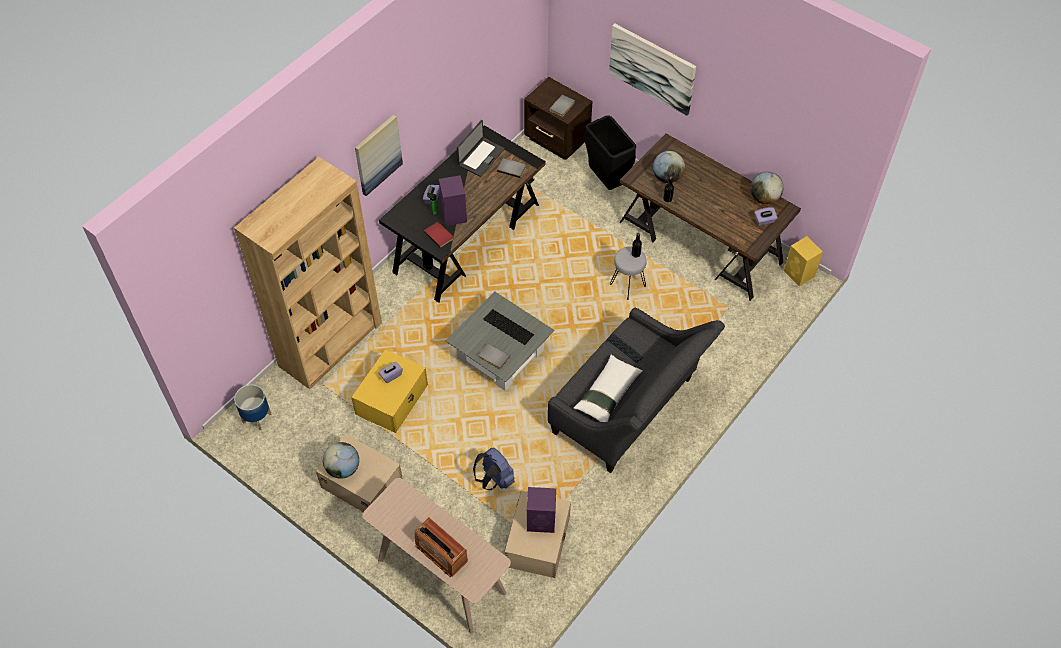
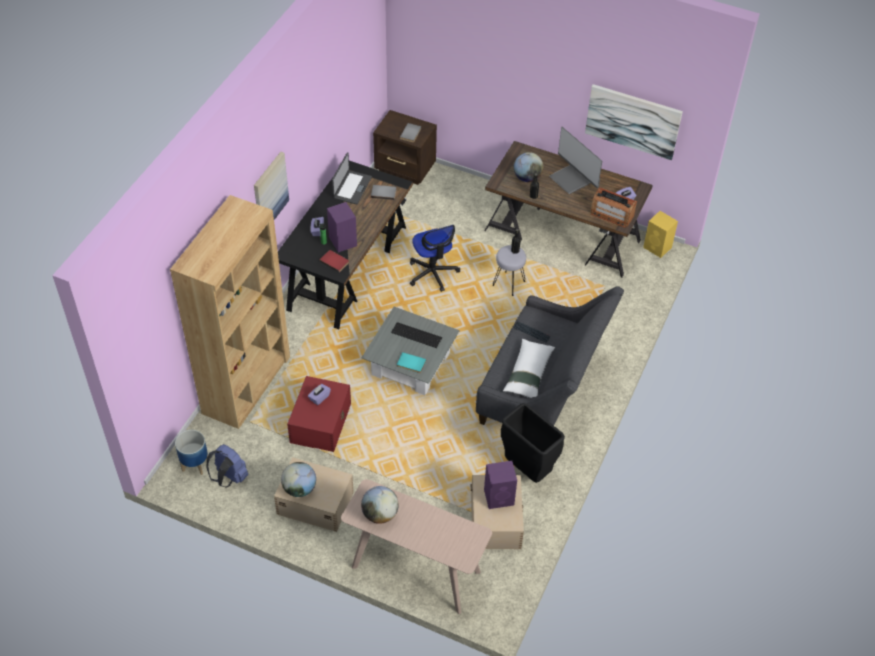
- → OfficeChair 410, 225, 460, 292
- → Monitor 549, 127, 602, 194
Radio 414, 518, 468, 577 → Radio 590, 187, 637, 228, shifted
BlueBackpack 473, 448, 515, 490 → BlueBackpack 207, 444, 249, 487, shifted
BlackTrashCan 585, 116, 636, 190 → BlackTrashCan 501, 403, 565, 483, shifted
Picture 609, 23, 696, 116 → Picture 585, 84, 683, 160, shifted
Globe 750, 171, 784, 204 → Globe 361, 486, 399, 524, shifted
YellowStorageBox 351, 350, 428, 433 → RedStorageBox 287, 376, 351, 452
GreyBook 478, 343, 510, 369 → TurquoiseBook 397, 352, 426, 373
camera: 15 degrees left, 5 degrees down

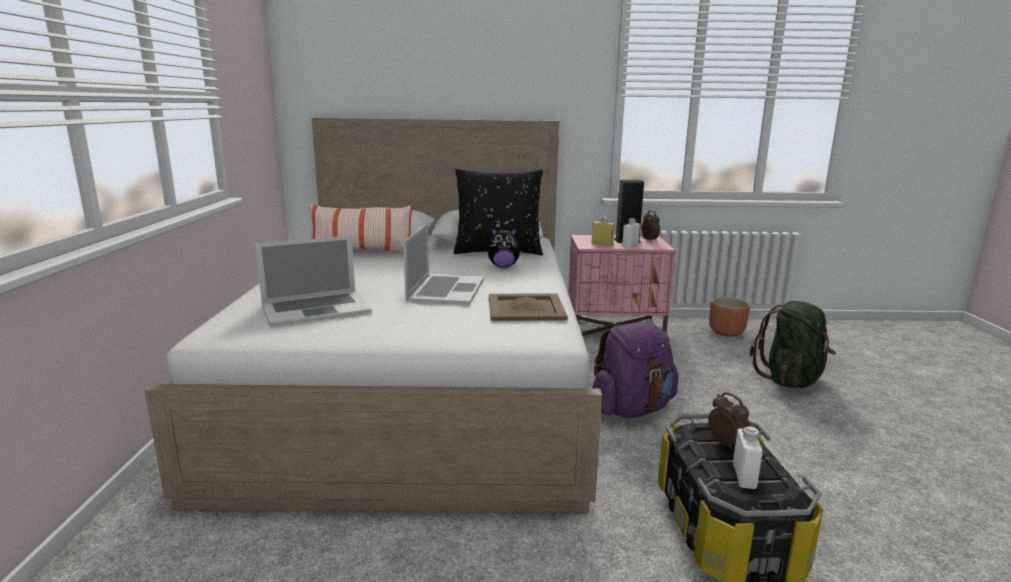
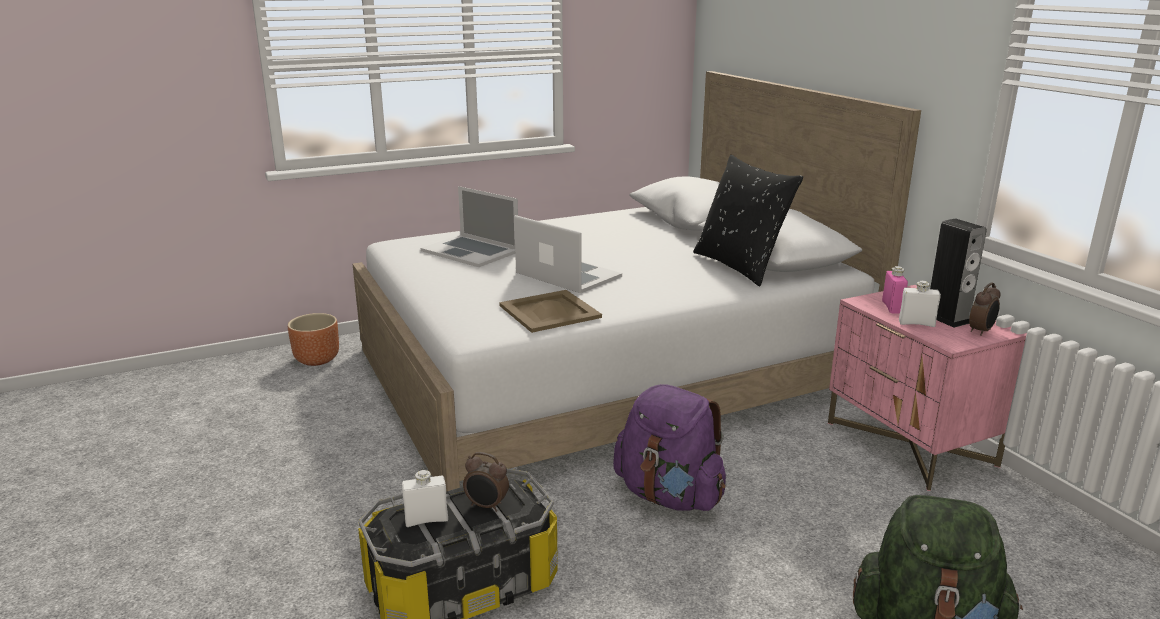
Pillow 309, 203, 413, 252 → -
PlushToy 488, 228, 522, 267 → -
BrownPlanter 709, 297, 750, 337 → BrownPlanter 288, 313, 339, 366, shifted
YellowBottle 592, 216, 615, 246 → PinkBottle 882, 266, 908, 314
Laptop 403, 224, 484, 305 → Laptop 514, 215, 622, 293, 120 degrees counterclockwise
AlarmClock 708, 392, 750, 451 → AlarmClock 463, 452, 509, 512, 75 degrees clockwise
camera: 65 degrees right, 5 degrees up

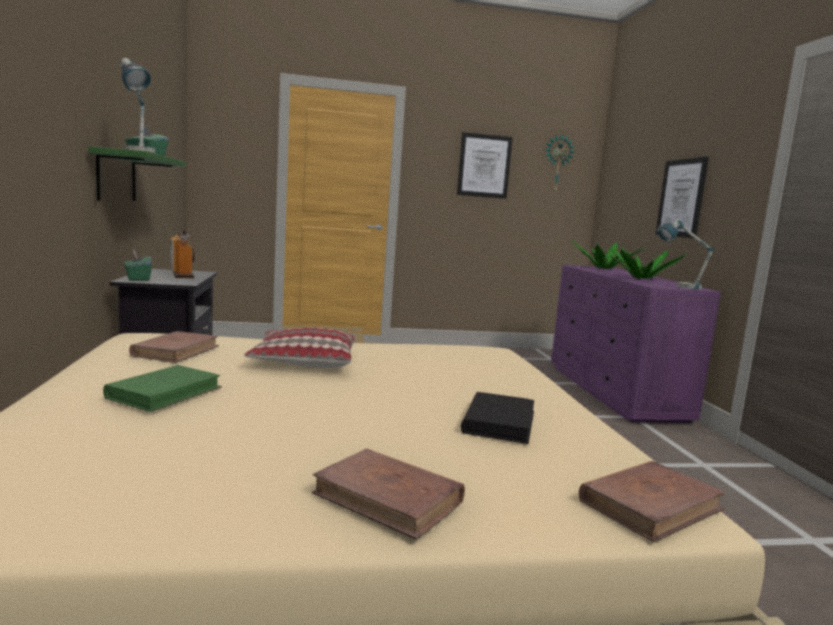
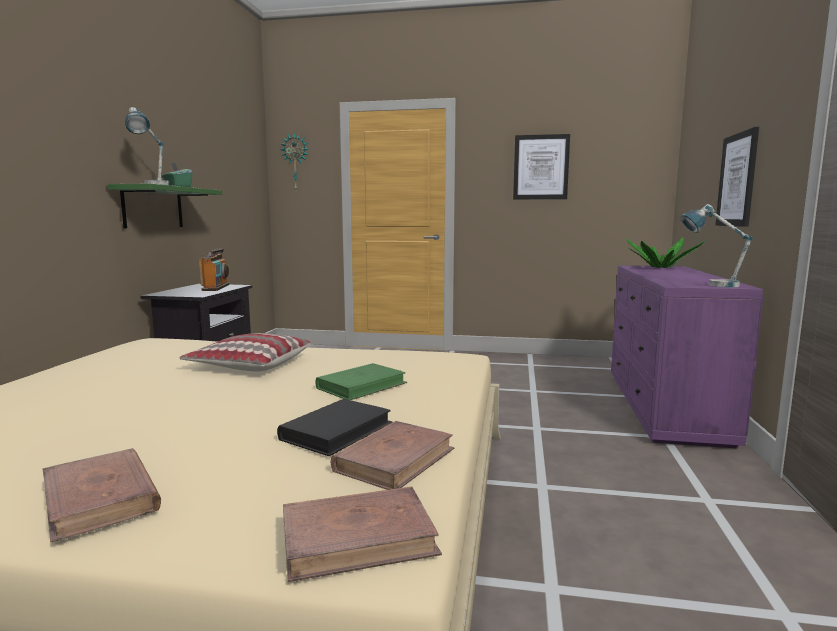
GreenTissueBox 124, 250, 152, 281 → -
PottedPlant 610, 245, 685, 279 → -
GreenBook 103, 365, 222, 412 → GreenBook 315, 363, 407, 400, shifted
BrownBook 129, 331, 219, 363 → BrownBook 331, 421, 454, 490, shifted
WallClock 545, 135, 574, 193 → WallClock 280, 134, 309, 190, shifted
camera: 20 degrees right, 0 degrees up

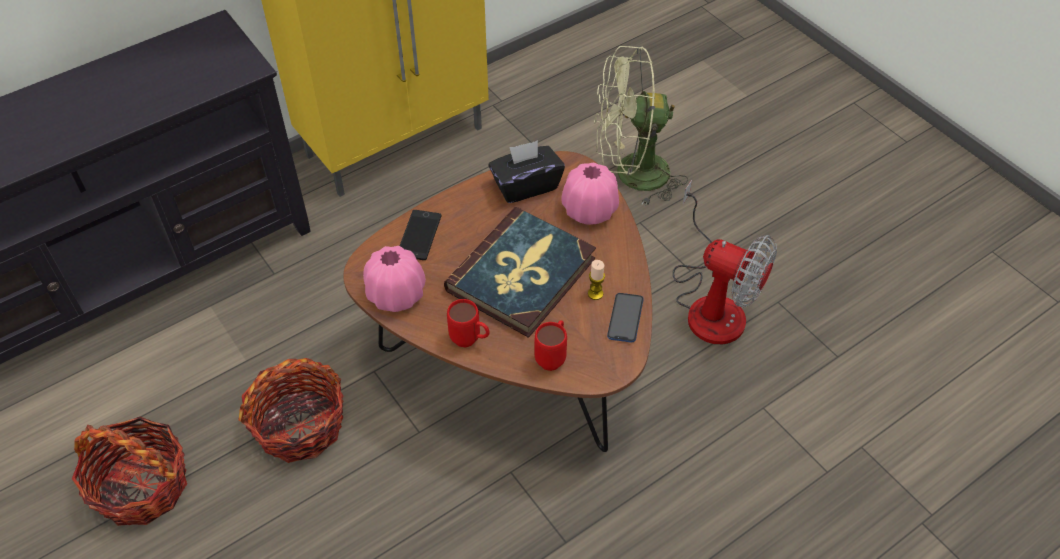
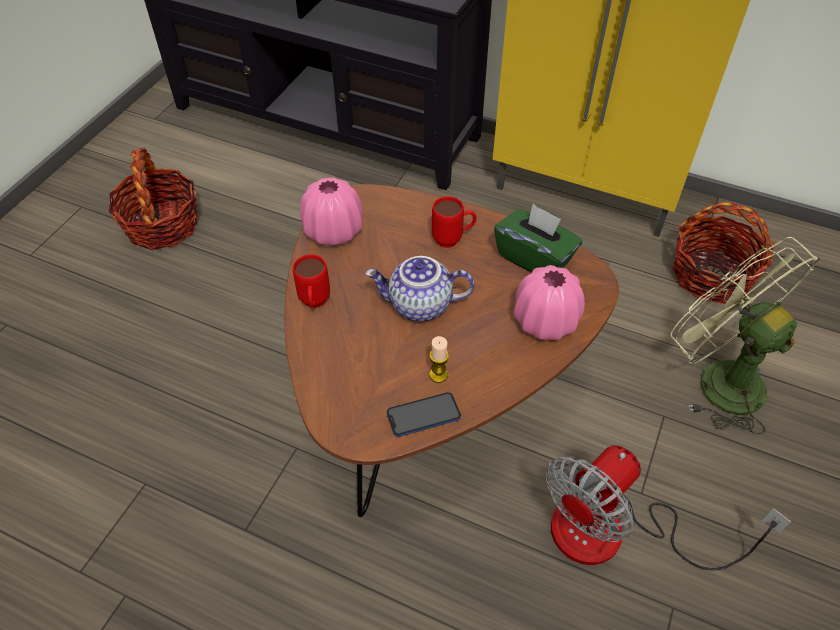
Phone 400, 210, 441, 260 → -
Basket 239, 358, 344, 463 → Basket 672, 202, 774, 304, shifted
RedMug 534, 320, 567, 371 → RedMug 432, 196, 477, 248, shifted
Book 444, 207, 596, 338 → Teapot 365, 256, 475, 321
BlackTissueBox 488, 140, 565, 203 → GreenTissueBox 494, 204, 582, 273
Fan 673, 180, 777, 344 → Fan 546, 445, 792, 571, 45 degrees clockwise
camera: 60 degrees right, 0 degrees up

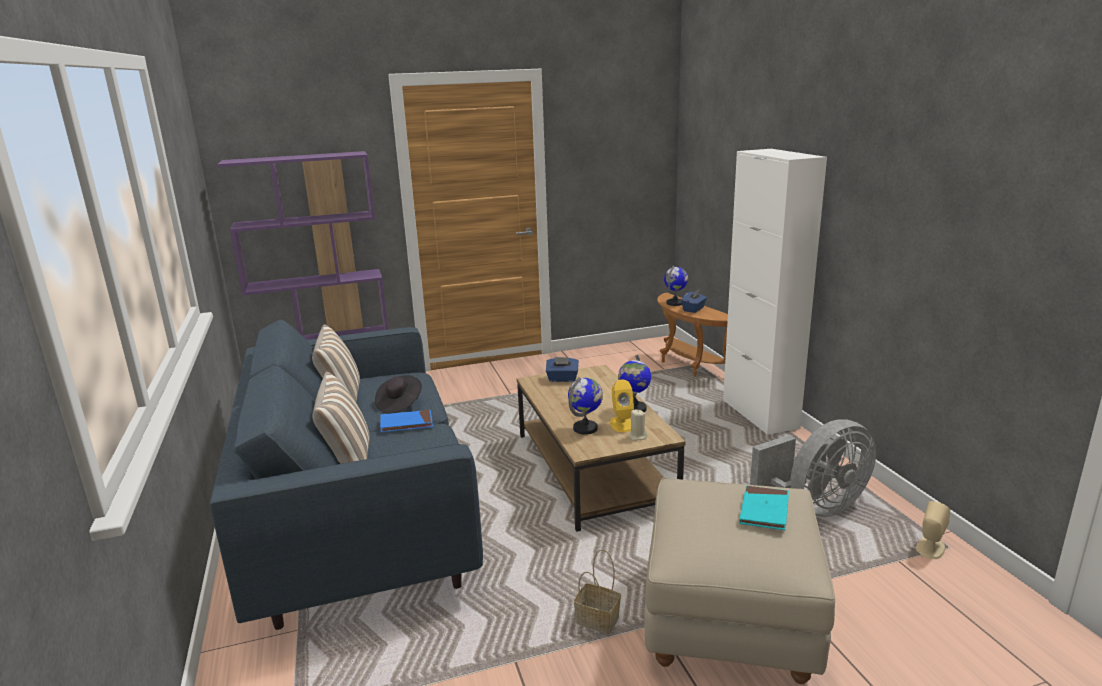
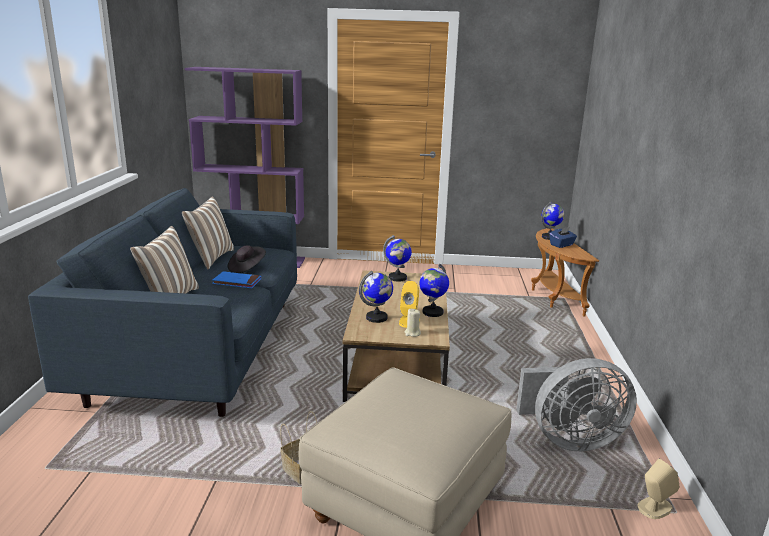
WhiteCabinet 723, 149, 827, 435 → -
TurquoiseBook 739, 486, 789, 530 → -
BlueTissueBox 546, 357, 579, 382 → Globe 383, 235, 412, 281
camera: 20 degrees right, 0 degrees up

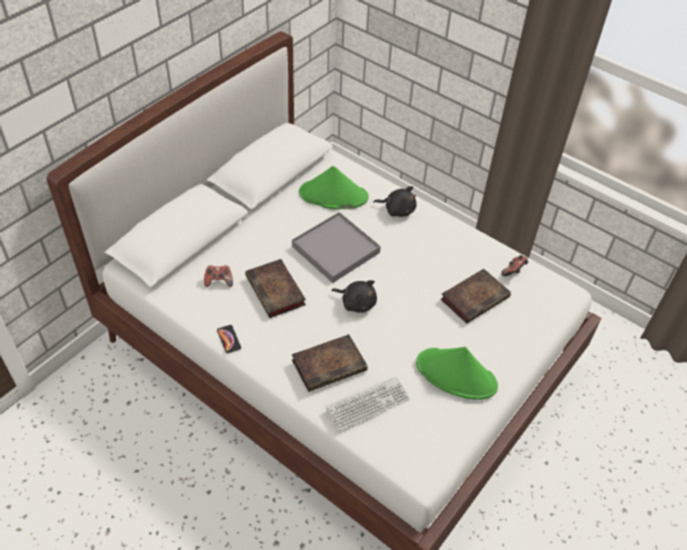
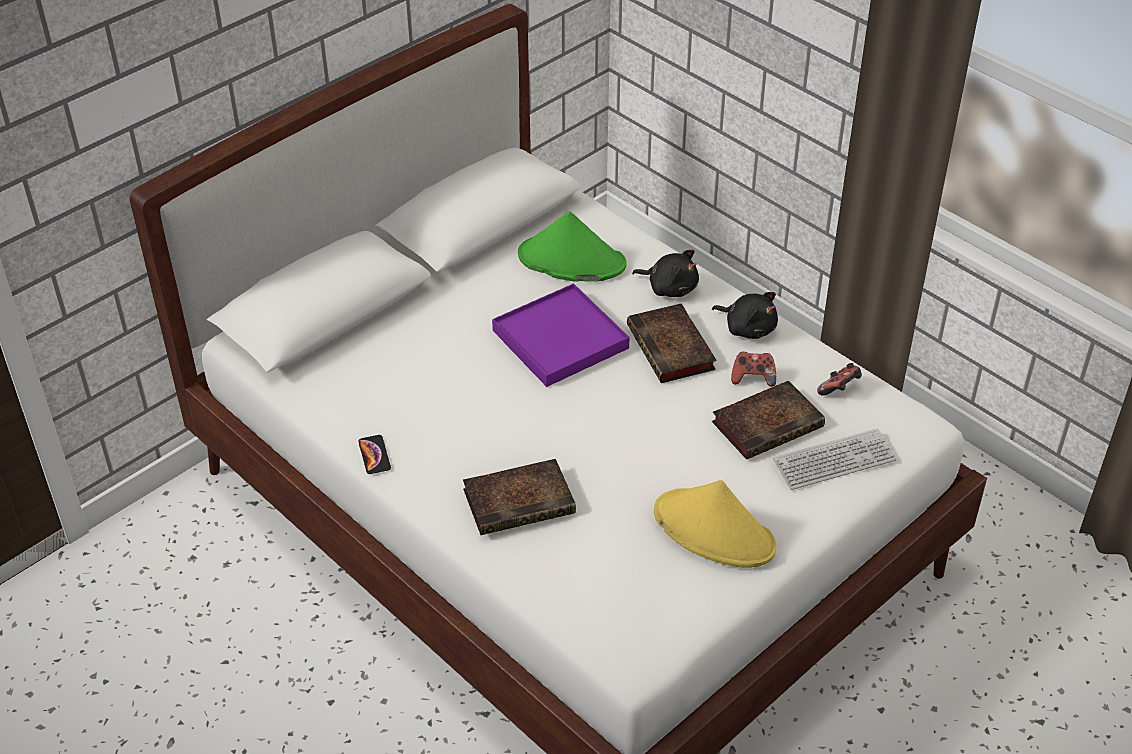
GameController 204, 265, 233, 287 → GameController 731, 352, 776, 387, shifted
Book 245, 259, 306, 318 → Book 627, 303, 716, 383, shifted
Keyboard 325, 376, 410, 431 → Keyboard 773, 428, 897, 490, shifted
BlackPlushToy 332, 280, 377, 313 → BlackPlushToy 712, 292, 778, 339, shifted
GreyTray 292, 212, 381, 283 → PurpleTray 492, 283, 630, 387
GreenHat 416, 347, 498, 400 → YellowHat 654, 480, 776, 568
camera: 10 degrees right, 5 degrees down

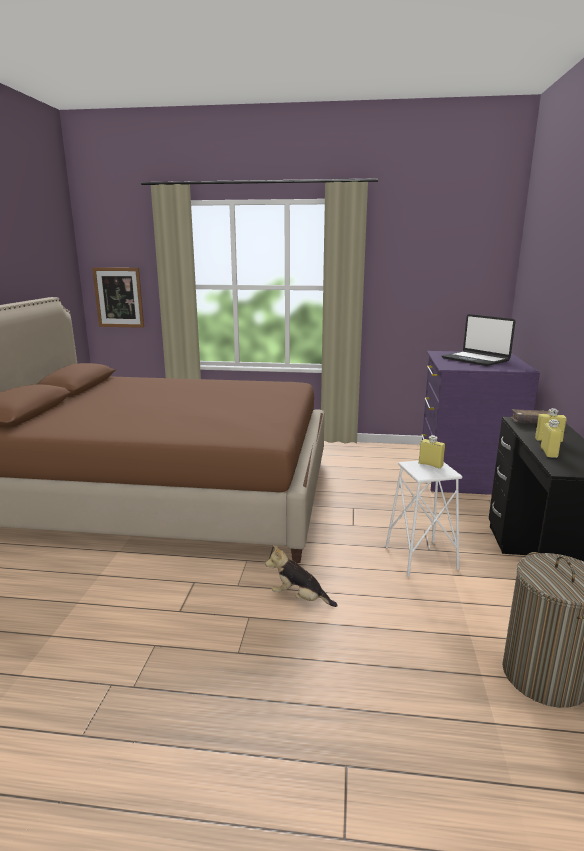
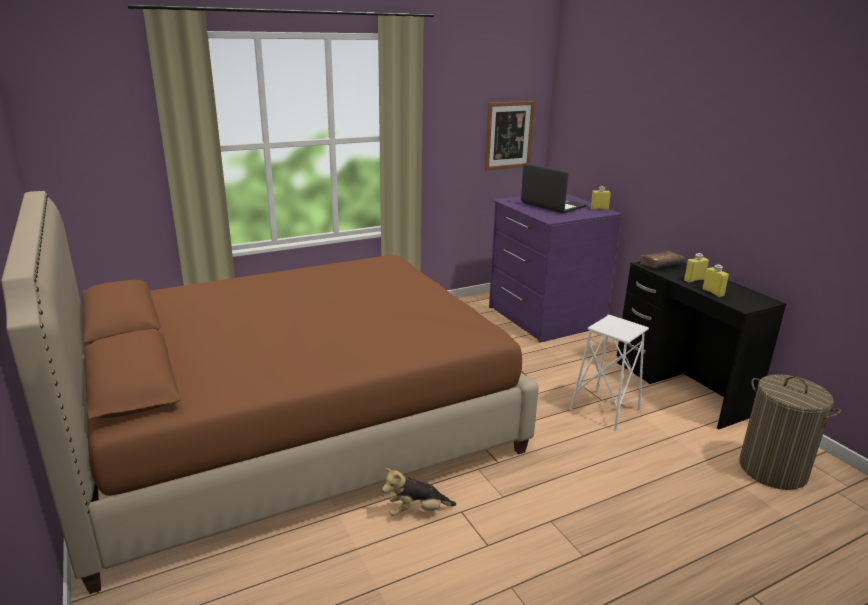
Picture 92, 267, 144, 328 → Picture 485, 101, 535, 170, shifted
PlushToy 265, 545, 338, 607 → PlushToy 382, 468, 456, 516, shifted
YellowBottle 419, 435, 445, 469 → YellowBottle 590, 186, 611, 210, shifted
Laptop 442, 314, 515, 366 → Laptop 521, 163, 586, 213, 150 degrees counterclockwise
camera: 35 degrees left, 5 degrees up

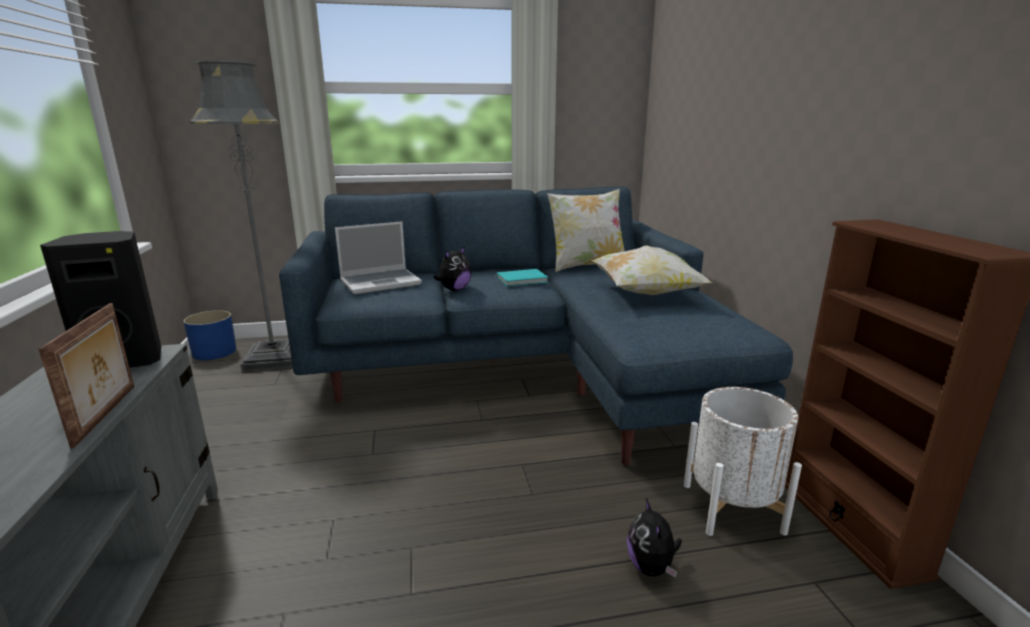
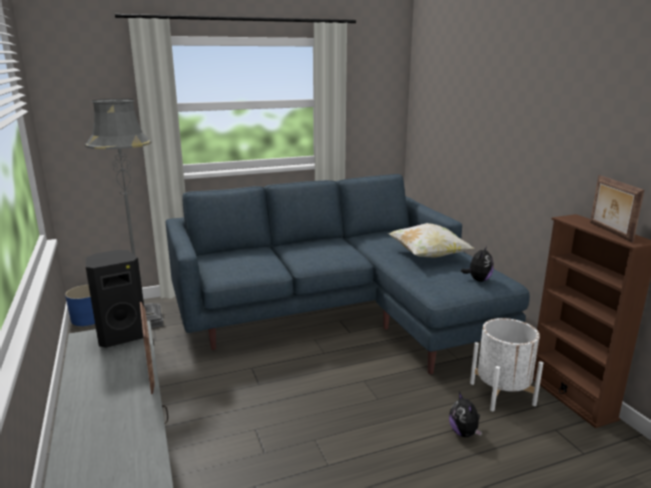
Laptop 335, 221, 422, 294 → -
TurquoiseBook 497, 269, 548, 287 → -
Pillow 547, 189, 625, 272 → -
- → PictureFrame 590, 175, 644, 243
PlushToy 433, 247, 471, 291 → PlushToy 461, 246, 494, 282, shifted
camera: 10 degrees left, 0 degrees up

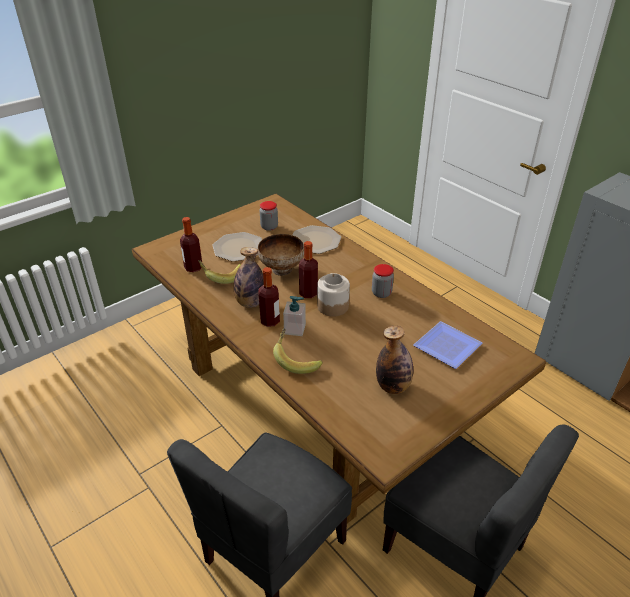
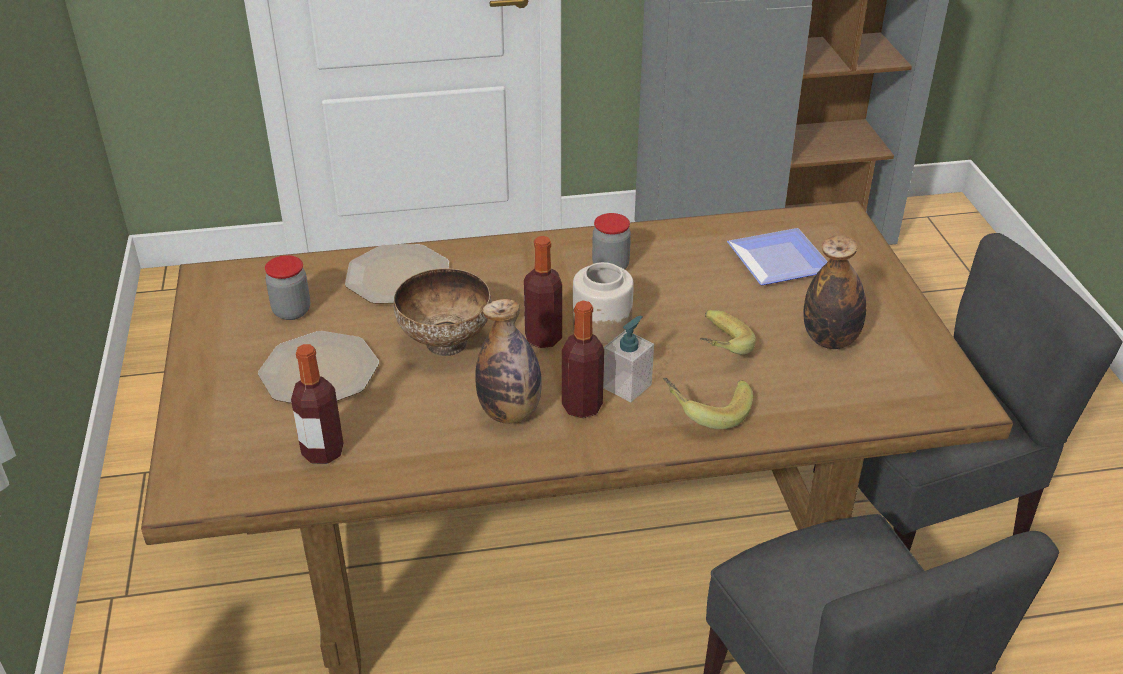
Banana 198, 260, 241, 284 → Banana 700, 310, 756, 355, shifted
camera: 60 degrees left, 0 degrees up

